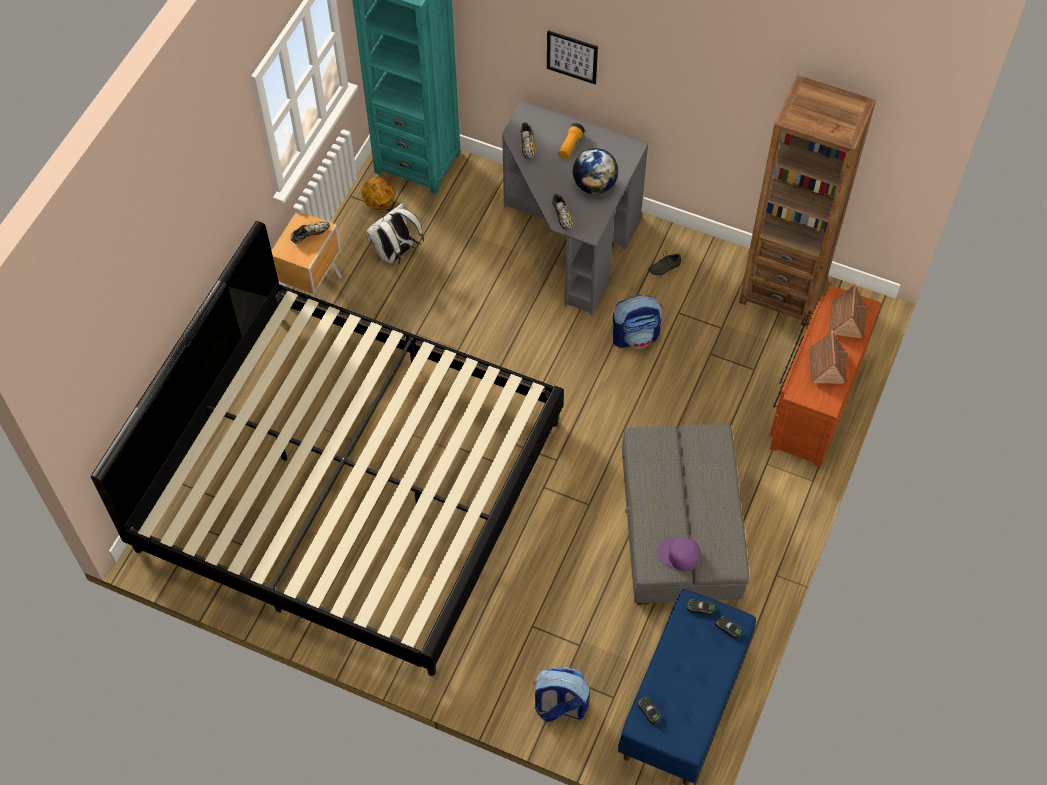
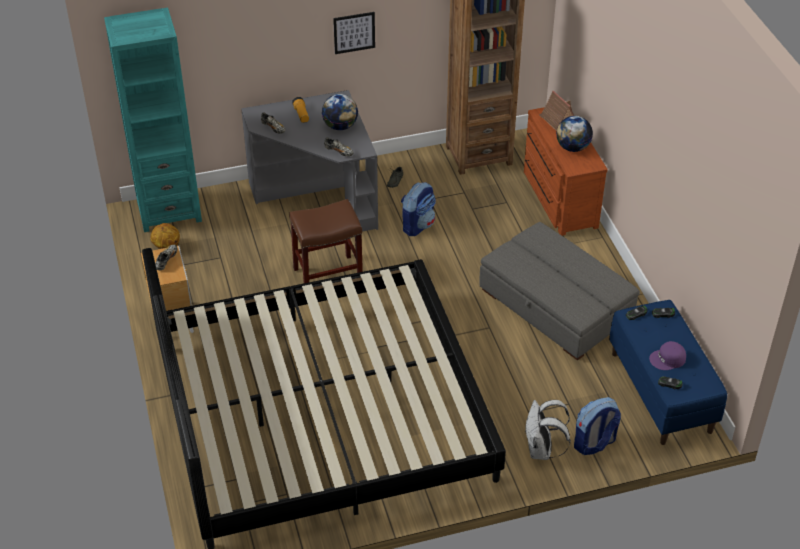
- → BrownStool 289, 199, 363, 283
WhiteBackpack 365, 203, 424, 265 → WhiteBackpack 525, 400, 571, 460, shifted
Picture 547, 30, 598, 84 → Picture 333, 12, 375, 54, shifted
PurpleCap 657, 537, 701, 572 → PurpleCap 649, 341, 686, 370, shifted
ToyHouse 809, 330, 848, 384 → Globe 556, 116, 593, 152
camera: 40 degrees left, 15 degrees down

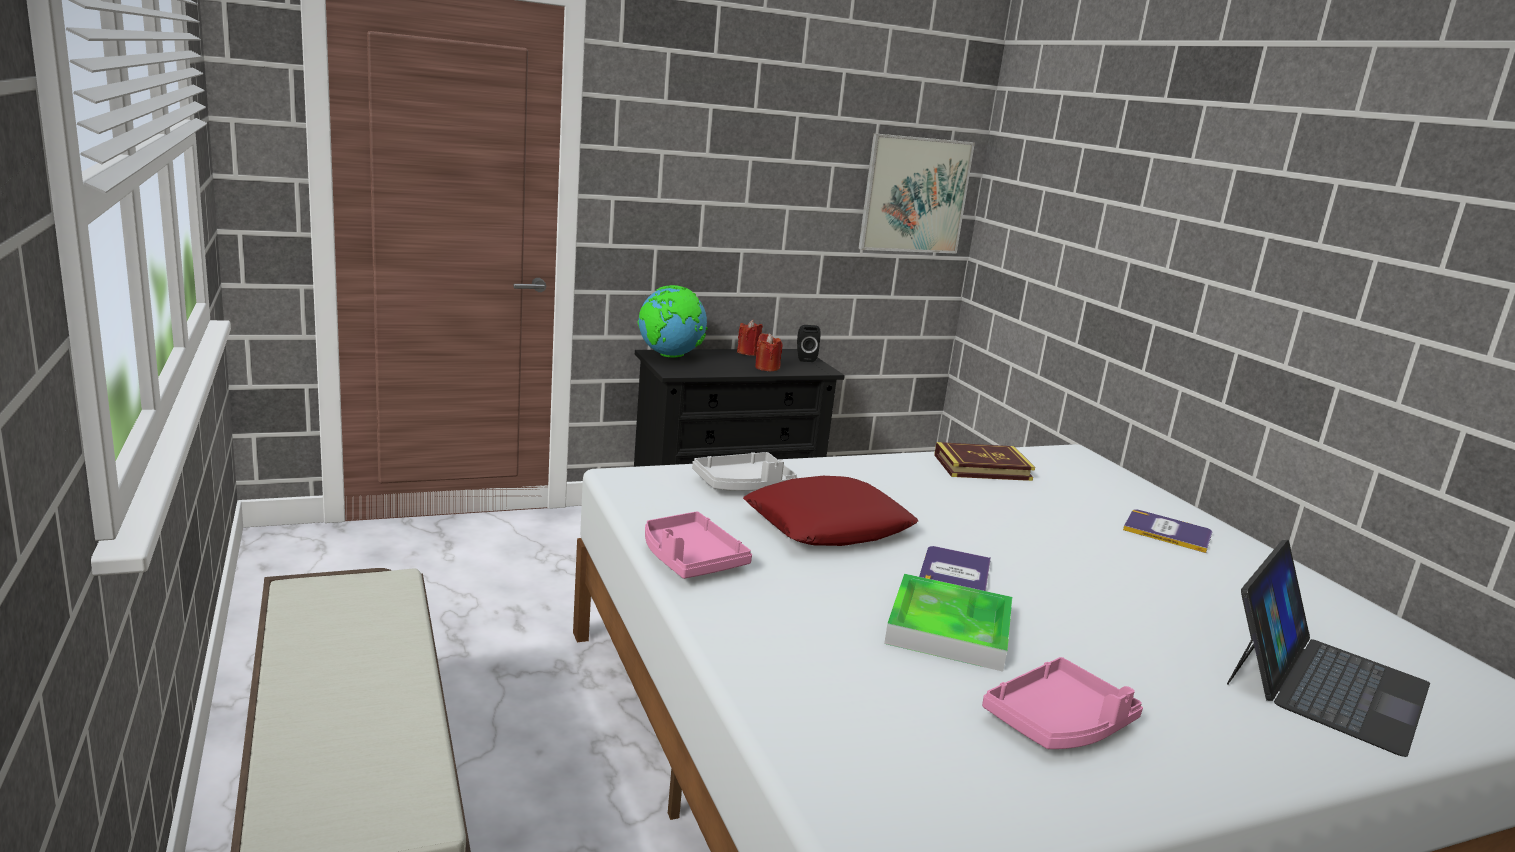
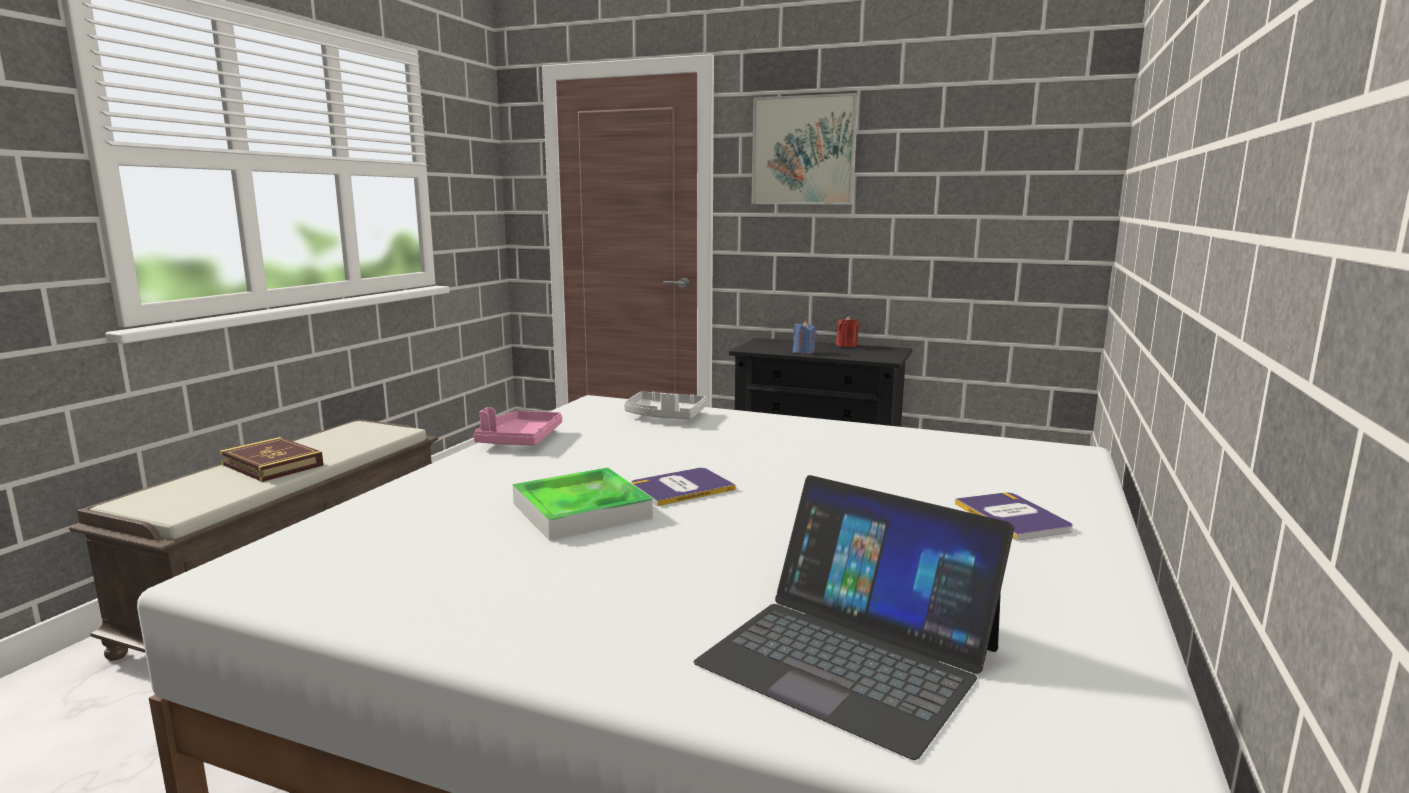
Globe 637, 285, 708, 358 → -
RedPillow 743, 476, 918, 546 → -
RedCandle 755, 333, 782, 371 → -
BlackSpeaker 797, 325, 820, 362 → -
PinkTray 982, 657, 1143, 749 → -
- → BlueCandle 793, 321, 817, 354
Picture 858, 133, 975, 254 → Picture 751, 93, 858, 205, shifted
Book 934, 442, 1035, 481 → Book 219, 437, 324, 482, shifted
Laptop 1227, 540, 1430, 757 → Laptop 693, 475, 1014, 760, 45 degrees clockwise
camera: 45 degrees right, 5 degrees down

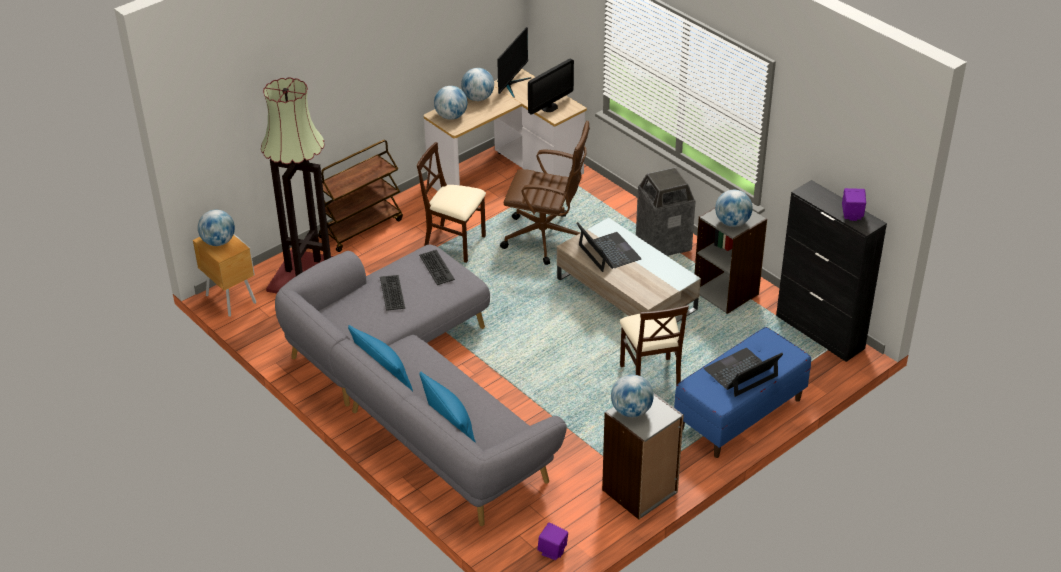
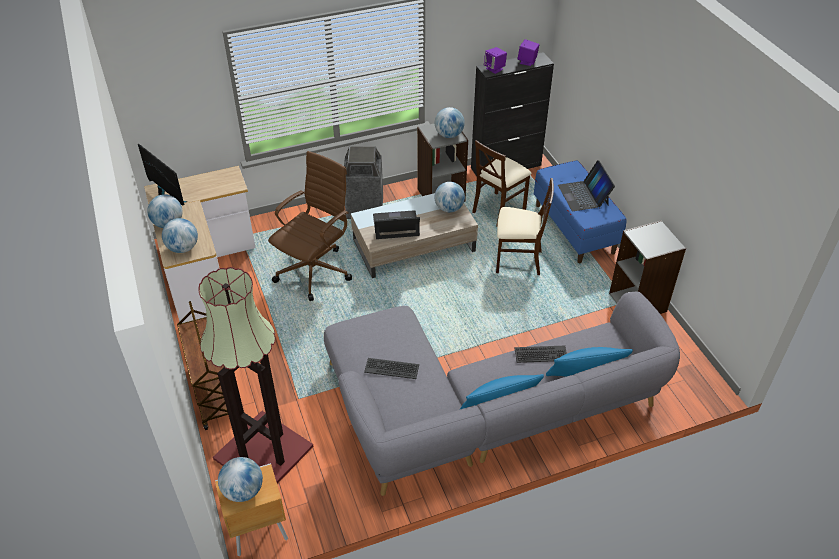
Monitor 528, 58, 574, 115 → -
BeigeChair 417, 142, 486, 263 → BeigeChair 472, 140, 532, 227, shifted
Keyboard 419, 250, 455, 285 → Keyboard 514, 346, 567, 363, shifted
PurpleSpeaker 537, 522, 568, 560 → PurpleSpeaker 484, 47, 507, 74, shifted
Globe 611, 374, 654, 417 → Globe 434, 182, 465, 212, shifted
camera: 70 degrees left, 5 degrees up

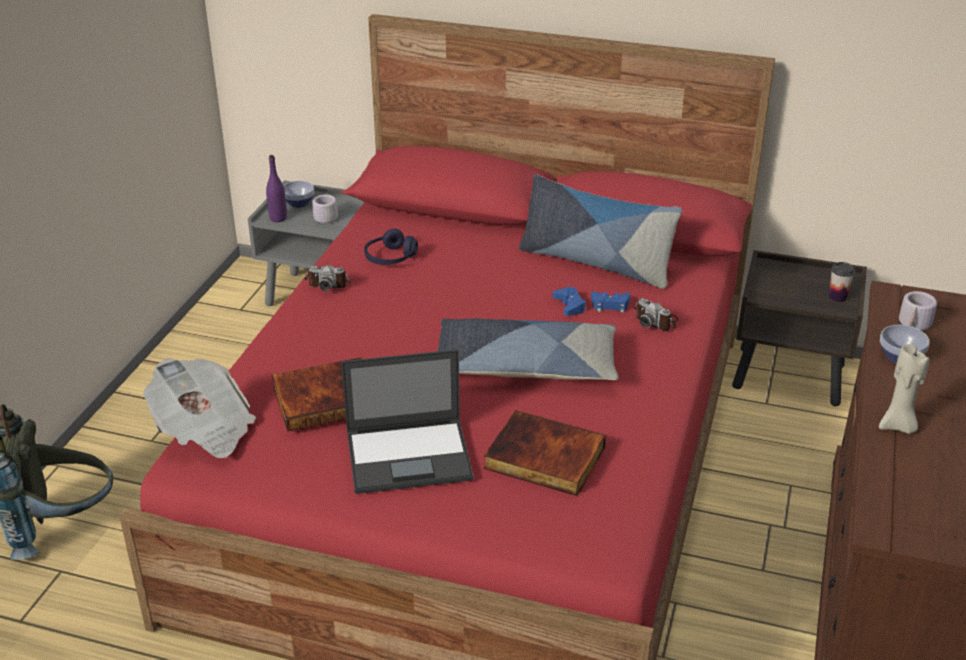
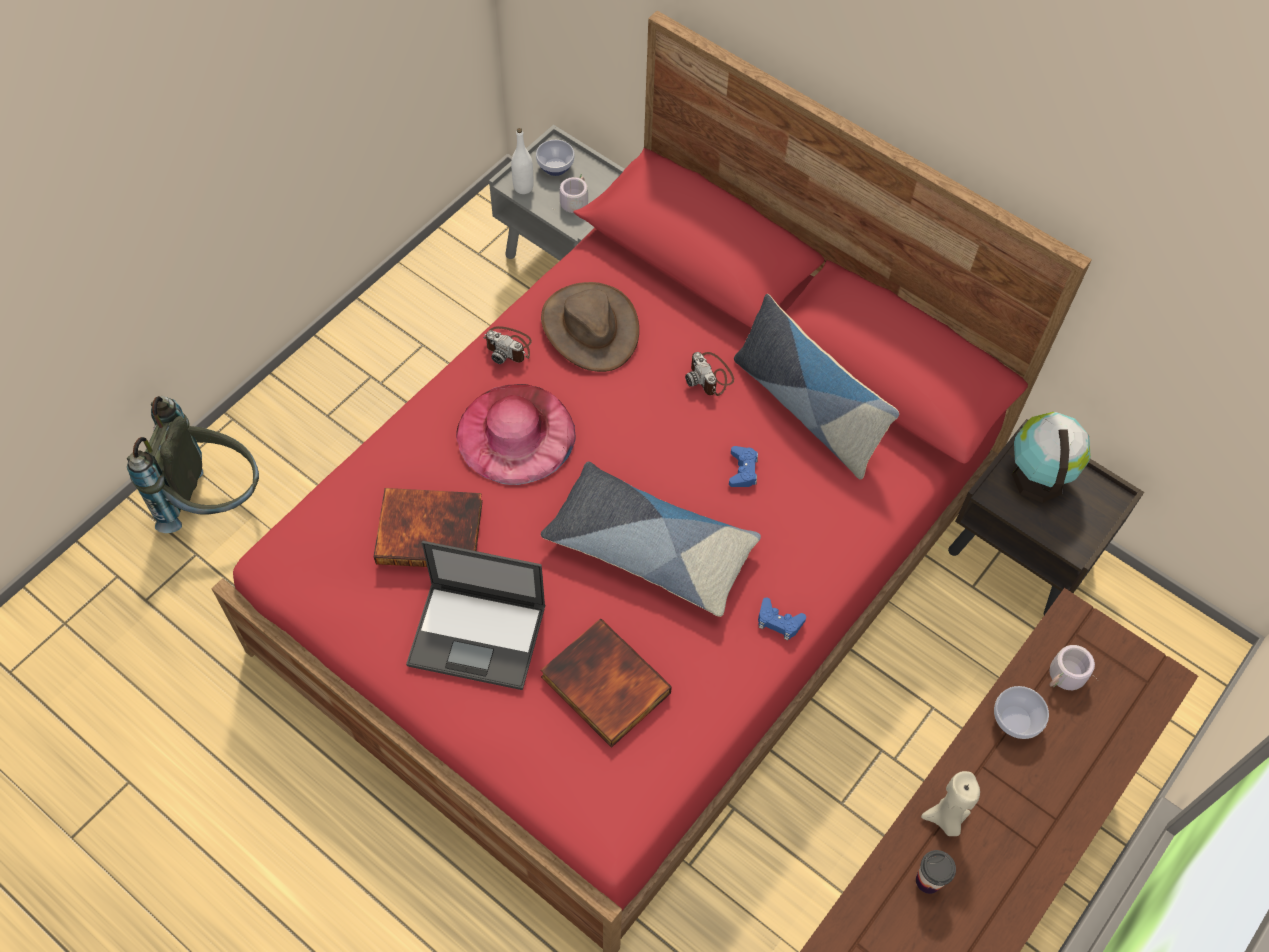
Newspaper 143, 358, 256, 458 → -
- → PinkHat 456, 384, 575, 485
- → Globe 1012, 412, 1091, 503
BlueGameController 591, 291, 630, 313 → BlueGameController 758, 598, 806, 640, shifted
PhotoCamera 634, 298, 679, 331 → PhotoCamera 685, 352, 734, 396, shifted
Cup 829, 262, 855, 302 → Cup 916, 850, 956, 894, shifted
PurpleHeadphones 364, 229, 418, 265 → BrownHat 541, 282, 639, 372
PurpleBottle 266, 155, 287, 222 → WhiteBottle 511, 128, 534, 194
camera: 20 degrees right, 25 degrees up

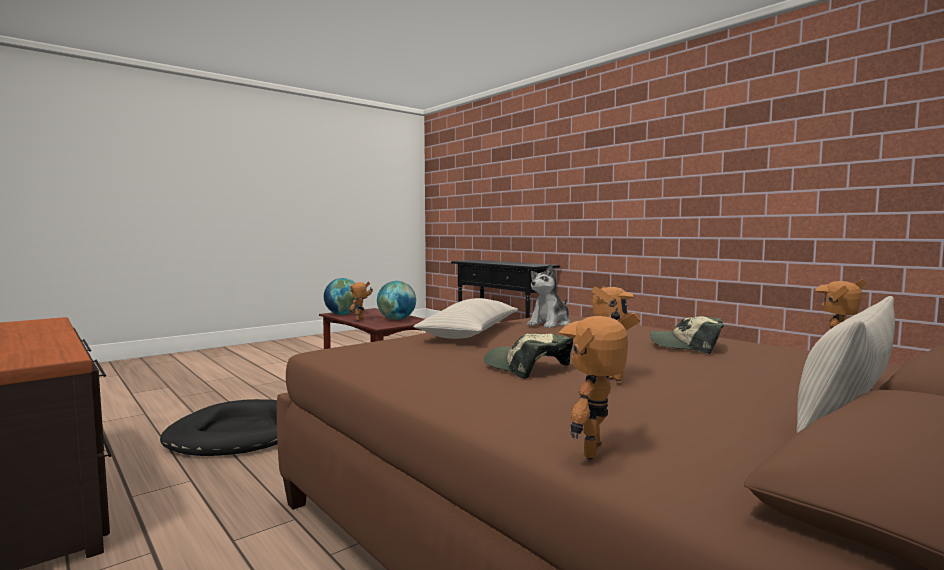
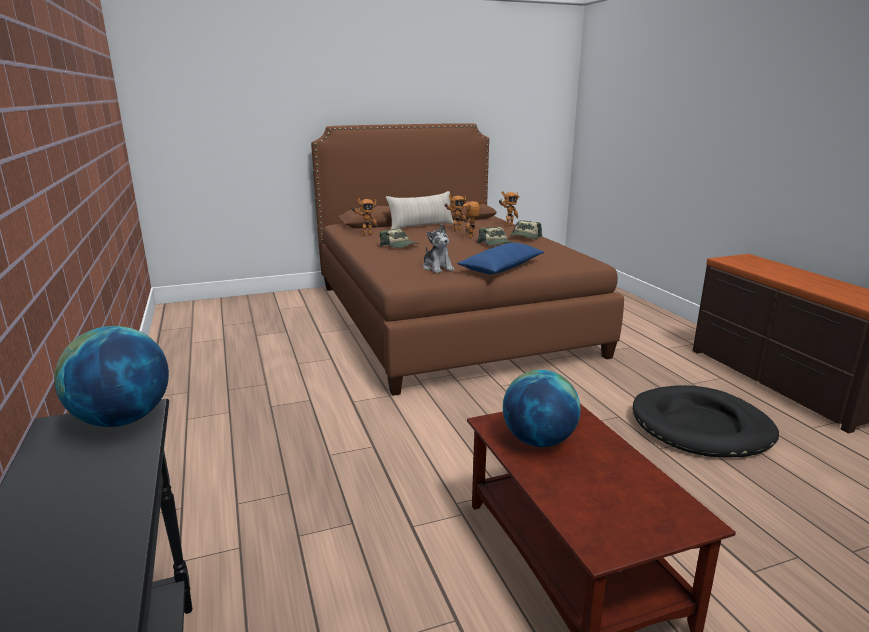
- → Cap 510, 220, 542, 239
Globe 324, 278, 358, 315 → Globe 54, 326, 169, 427, shifted
ToyRobot 349, 281, 373, 321 → ToyRobot 445, 195, 467, 232, shifted
BeigePillow 413, 298, 518, 339 → BluePillow 457, 243, 544, 274
PlushToy 527, 264, 570, 328 → PlushToy 423, 224, 454, 273, 90 degrees clockwise
camera: 160 degrees left, 15 degrees up

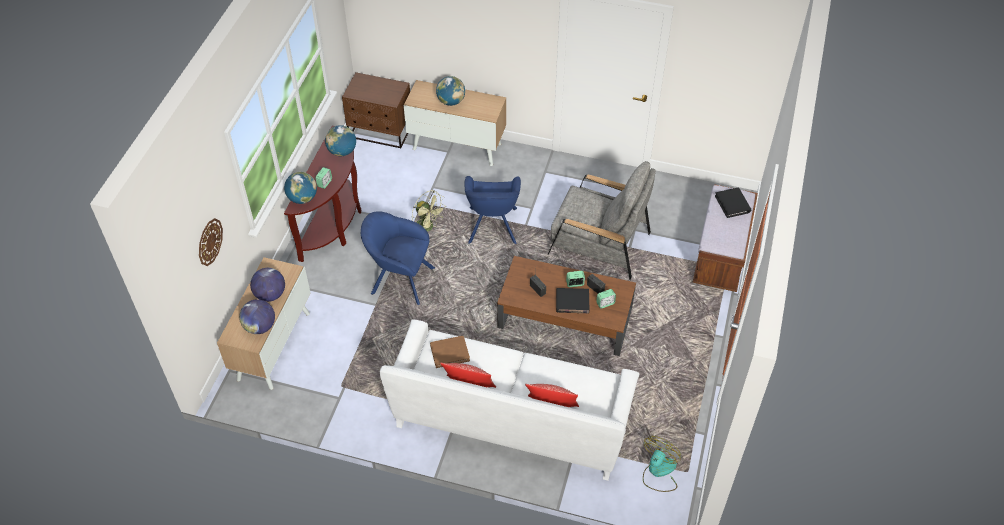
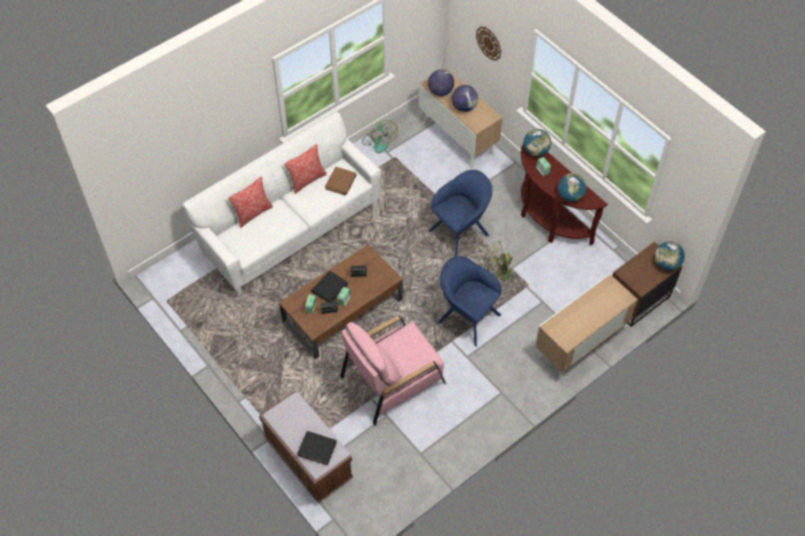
Globe 436, 76, 465, 106 → Globe 655, 241, 685, 270, shifted
Fan 643, 436, 681, 492 → Fan 362, 120, 398, 153, shifted
GreyArmchair 547, 161, 656, 280 → PinkArmchair 340, 316, 446, 426
camera: 125 degrees right, 5 degrees up

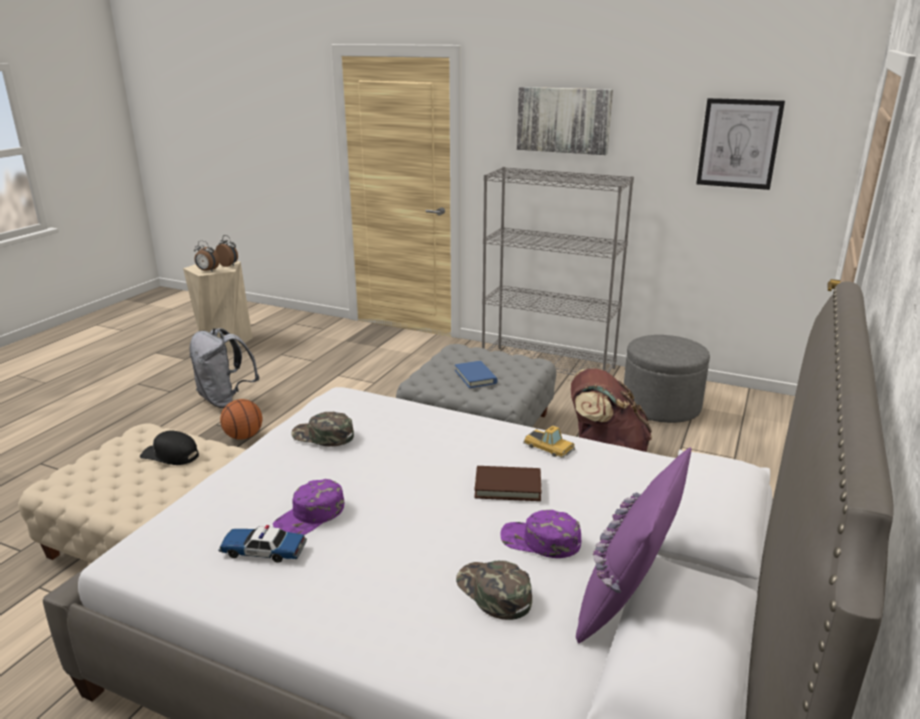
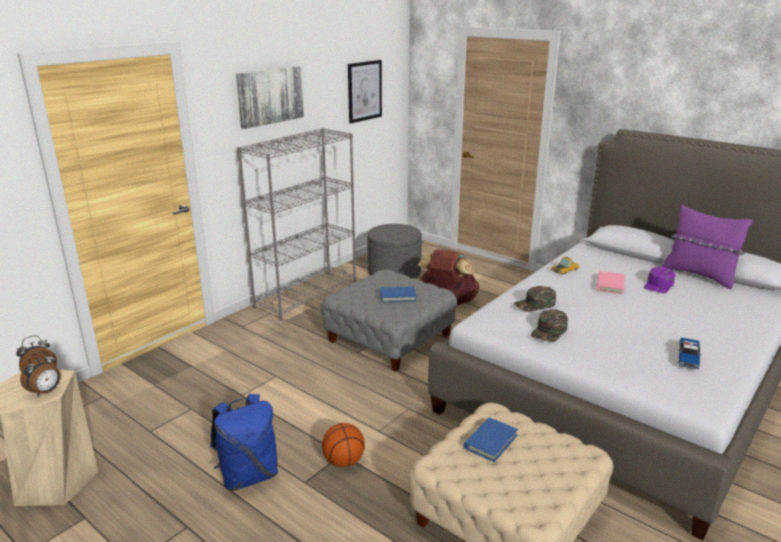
PurpleCap 273, 479, 344, 535 → -
GreenCap 456, 561, 532, 620 → GreenCap 514, 286, 556, 312, shifted
BlackCap 140, 430, 199, 465 → BlueBook 464, 417, 518, 462
GreyBackpack 190, 328, 259, 408 → BlueBackpack 210, 394, 278, 491
BrownBook 474, 466, 541, 501 → PinkBook 596, 271, 625, 295
camera: 75 degrees left, 0 degrees up

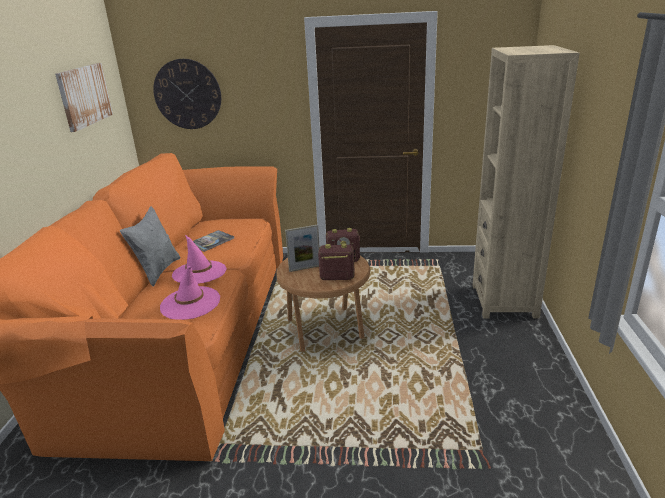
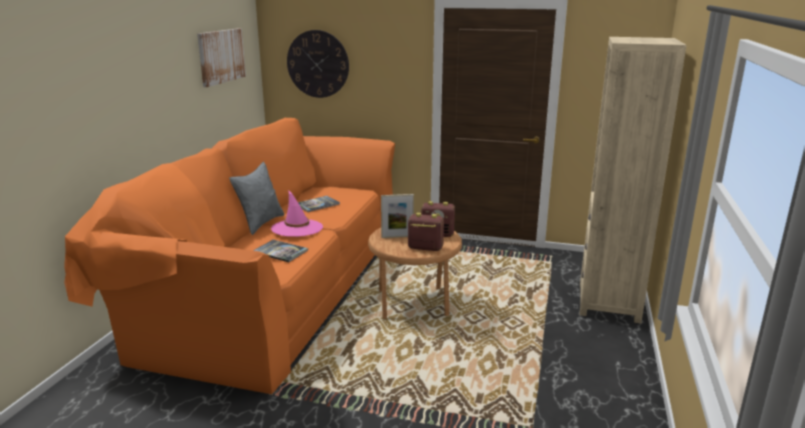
PinkHat 160, 266, 220, 320 → Book 253, 240, 308, 262
camera: 10 degrees right, 5 degrees down

